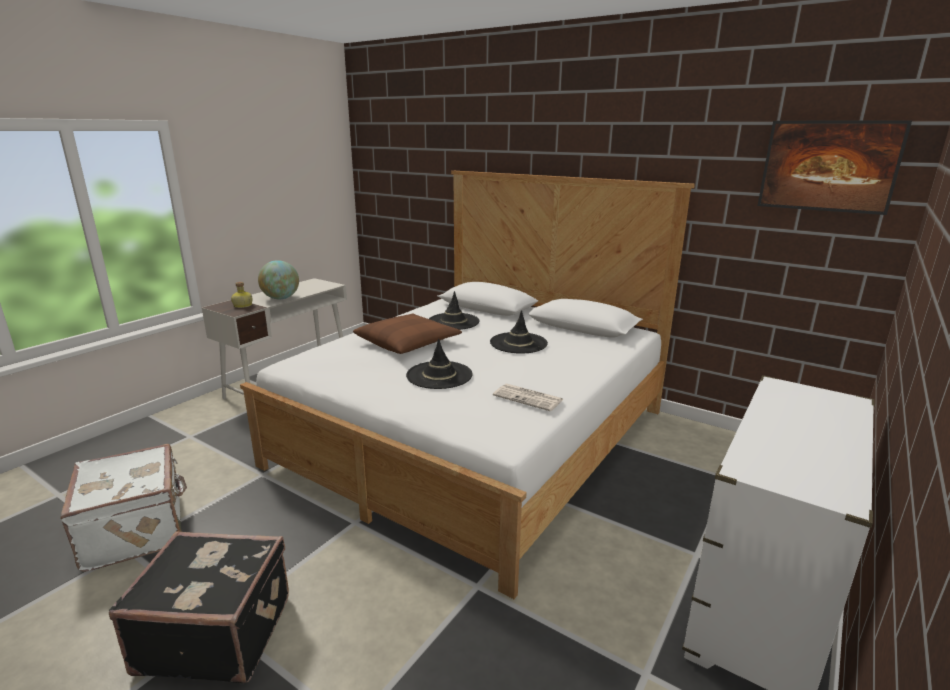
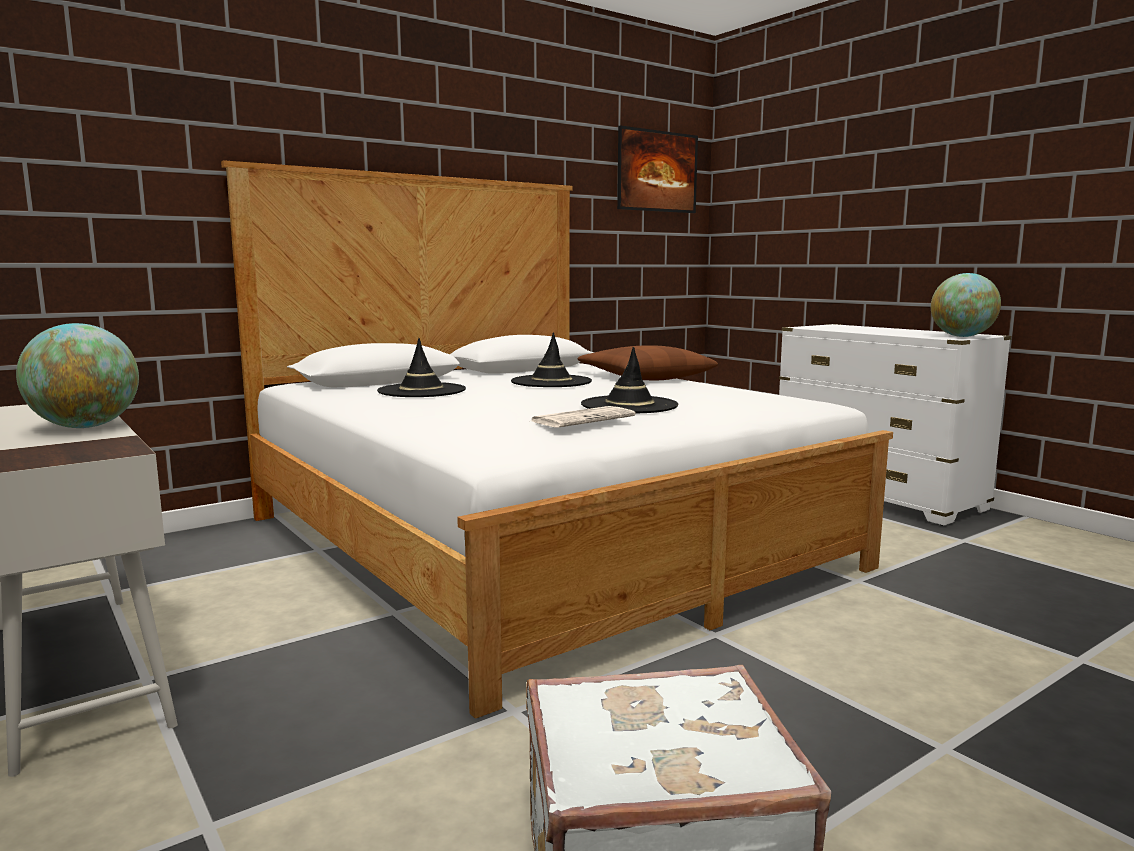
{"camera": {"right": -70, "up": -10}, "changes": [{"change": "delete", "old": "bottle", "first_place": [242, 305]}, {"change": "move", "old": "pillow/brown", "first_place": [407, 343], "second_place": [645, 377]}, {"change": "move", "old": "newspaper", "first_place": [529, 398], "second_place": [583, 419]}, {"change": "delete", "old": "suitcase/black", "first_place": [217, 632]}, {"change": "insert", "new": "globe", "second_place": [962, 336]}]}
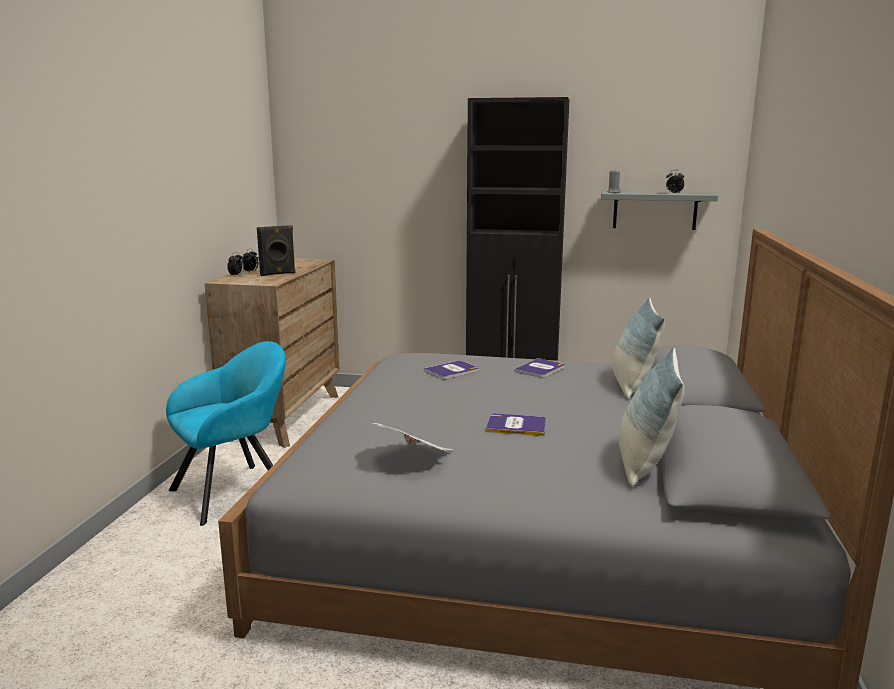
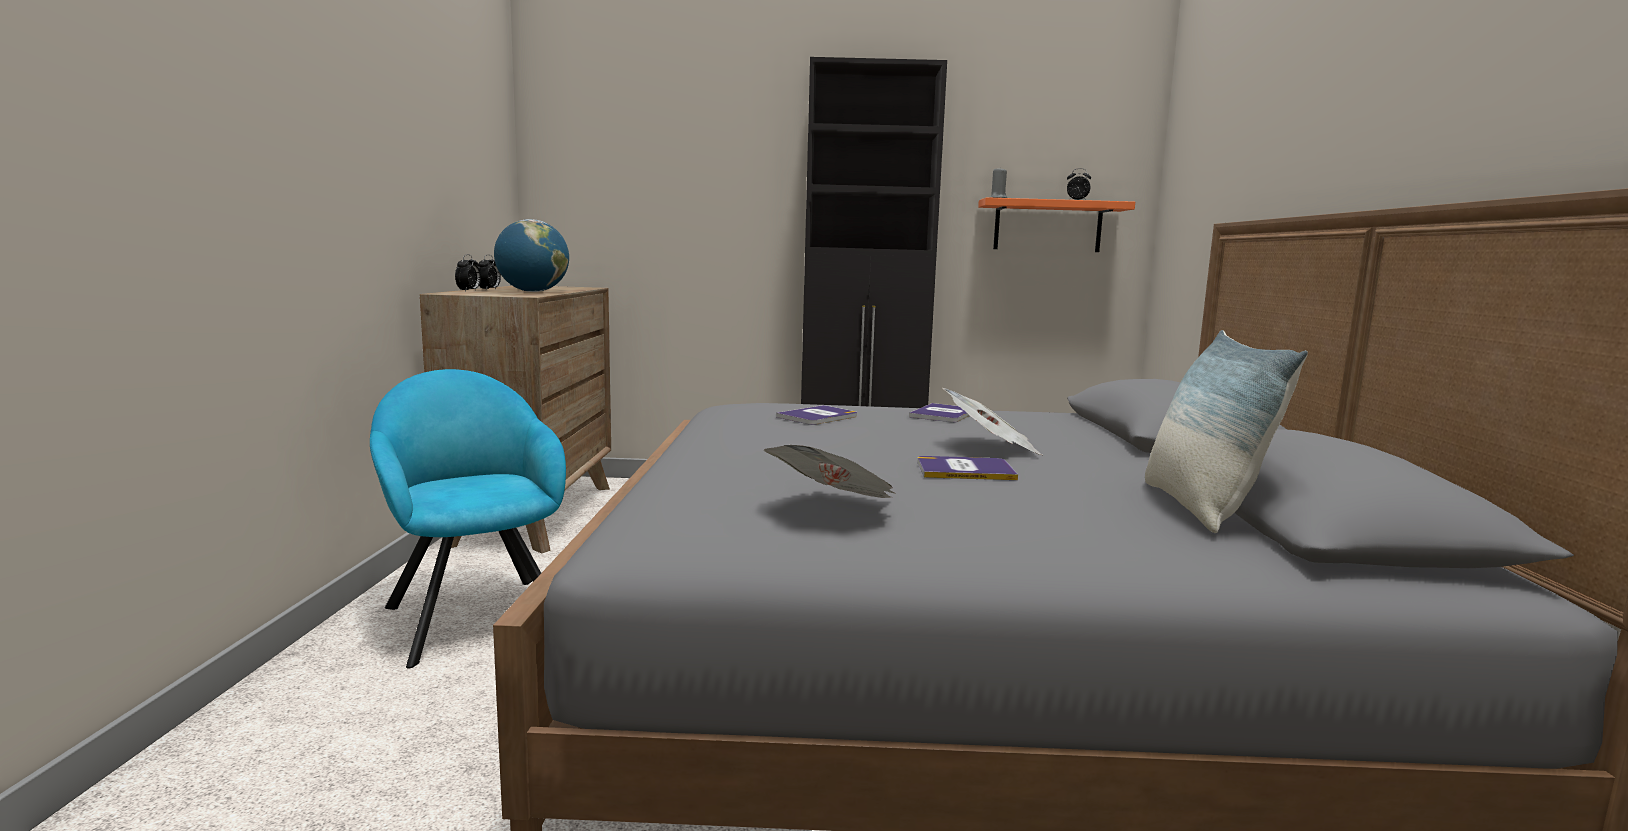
{"camera": {"right": -10, "up": -5}, "changes": [{"change": "recolor", "old": "shelf/grey", "new": "shelf/orange", "first_place": [654, 210], "second_place": [1047, 226]}, {"change": "replace", "old": "speaker/black", "new": "globe", "first_place": [278, 274], "second_place": [533, 292]}, {"change": "delete", "old": "pillow", "first_place": [632, 385]}, {"change": "rotate", "old": "armchair/turquoise", "first_place": [236, 491], "second_place": [474, 614], "degrees": -75}, {"change": "insert", "new": "newspaper", "second_place": [991, 448]}]}
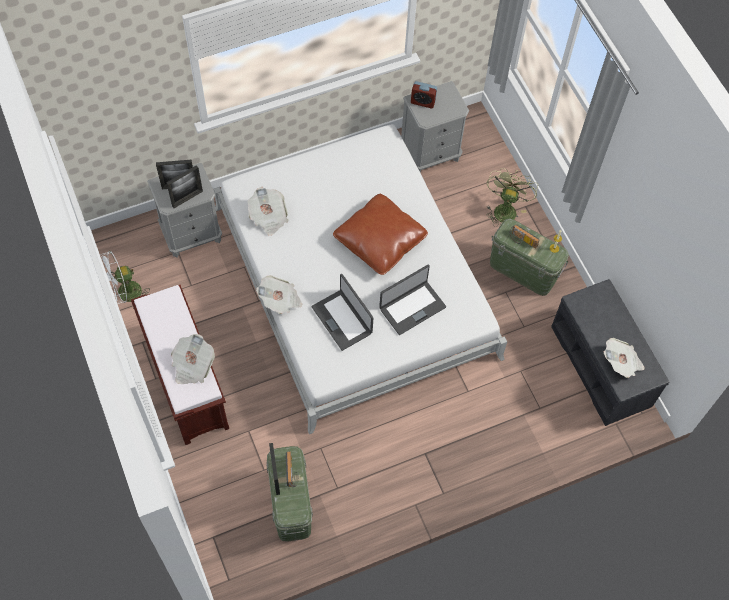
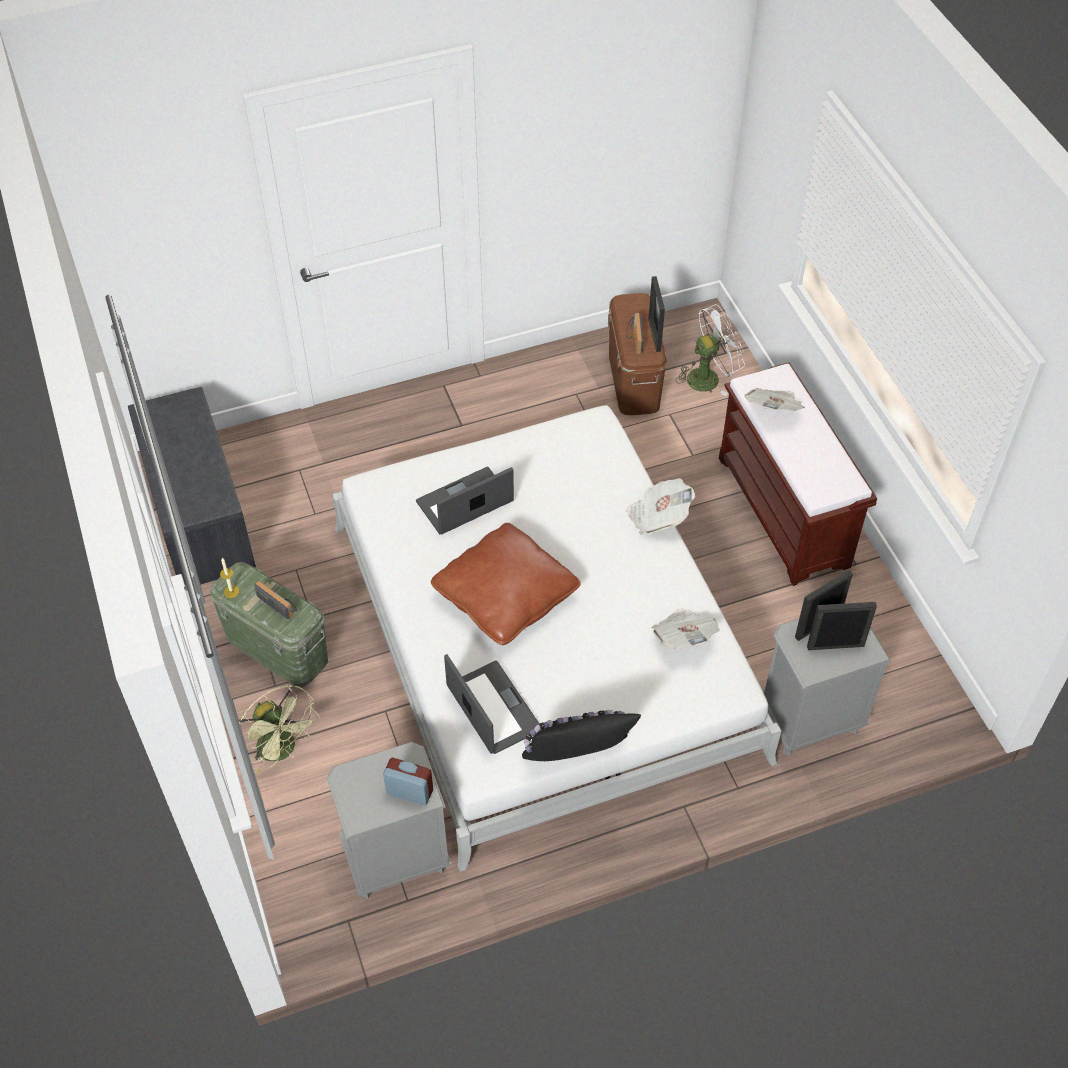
{"camera": {"right": -175, "up": -10}, "changes": [{"change": "rotate", "old": "fan/green", "first_place": [505, 208], "second_place": [282, 750], "degrees": -60}, {"change": "move", "old": "fan/white", "first_place": [124, 294], "second_place": [709, 377]}, {"change": "move", "old": "laptop", "first_place": [342, 319], "second_place": [492, 708]}, {"change": "delete", "old": "newspaper", "first_place": [621, 363]}, {"change": "recolor", "old": "storage box/green", "new": "storage box/brown", "first_place": [290, 504], "second_place": [634, 380]}, {"change": "insert", "new": "pillow/black", "second_place": [578, 762]}]}
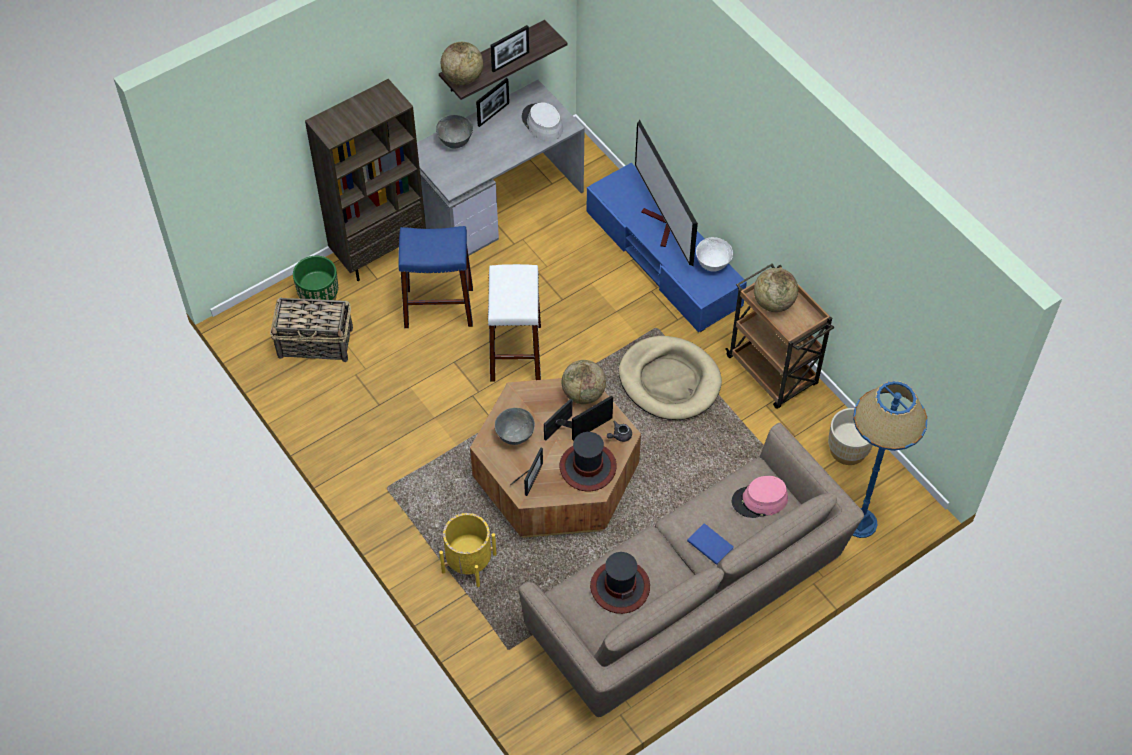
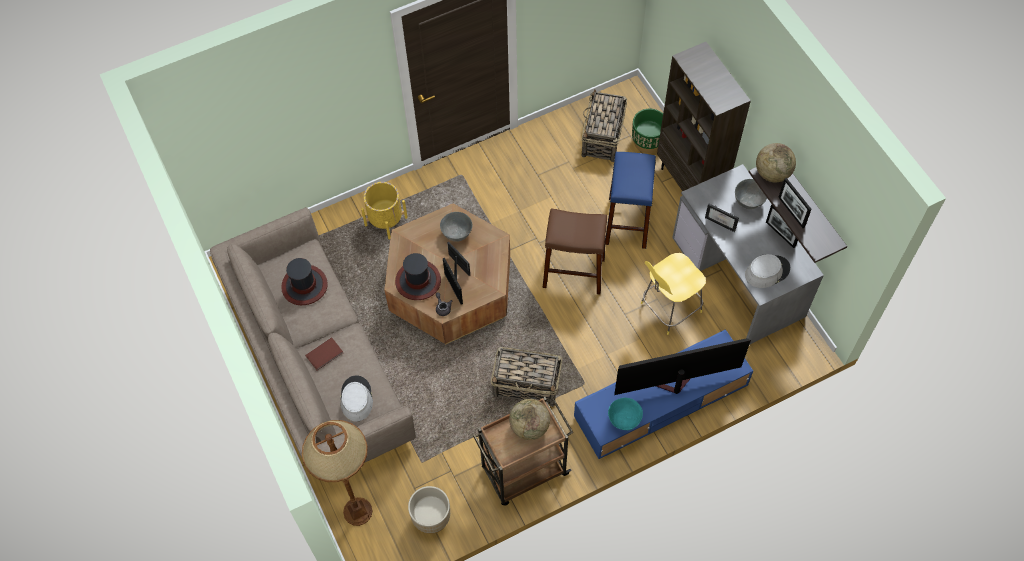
{"camera": {"right": 100, "up": 5}, "changes": [{"change": "recolor", "old": "bowl/white", "new": "bowl/turquoise", "first_place": [712, 264], "second_place": [624, 420]}, {"change": "recolor", "old": "stool/white", "new": "stool/brown", "first_place": [515, 353], "second_place": [573, 272]}, {"change": "replace", "old": "dog bed/beige", "new": "basket", "first_place": [669, 381], "second_place": [527, 385]}, {"change": "delete", "old": "globe", "first_place": [583, 394]}, {"change": "recolor", "old": "floor lamp/blue", "new": "floor lamp/brown", "first_place": [860, 523], "second_place": [358, 511]}, {"change": "move", "old": "picture frame", "first_place": [530, 477], "second_place": [722, 222]}, {"change": "recolor", "old": "hat/pink", "new": "hat/grey", "first_place": [759, 500], "second_place": [356, 399]}, {"change": "recolor", "old": "book/blue", "new": "book/brown", "first_place": [710, 544], "second_place": [325, 355]}, {"change": "insert", "new": "stool/yellow", "second_place": [669, 308]}]}
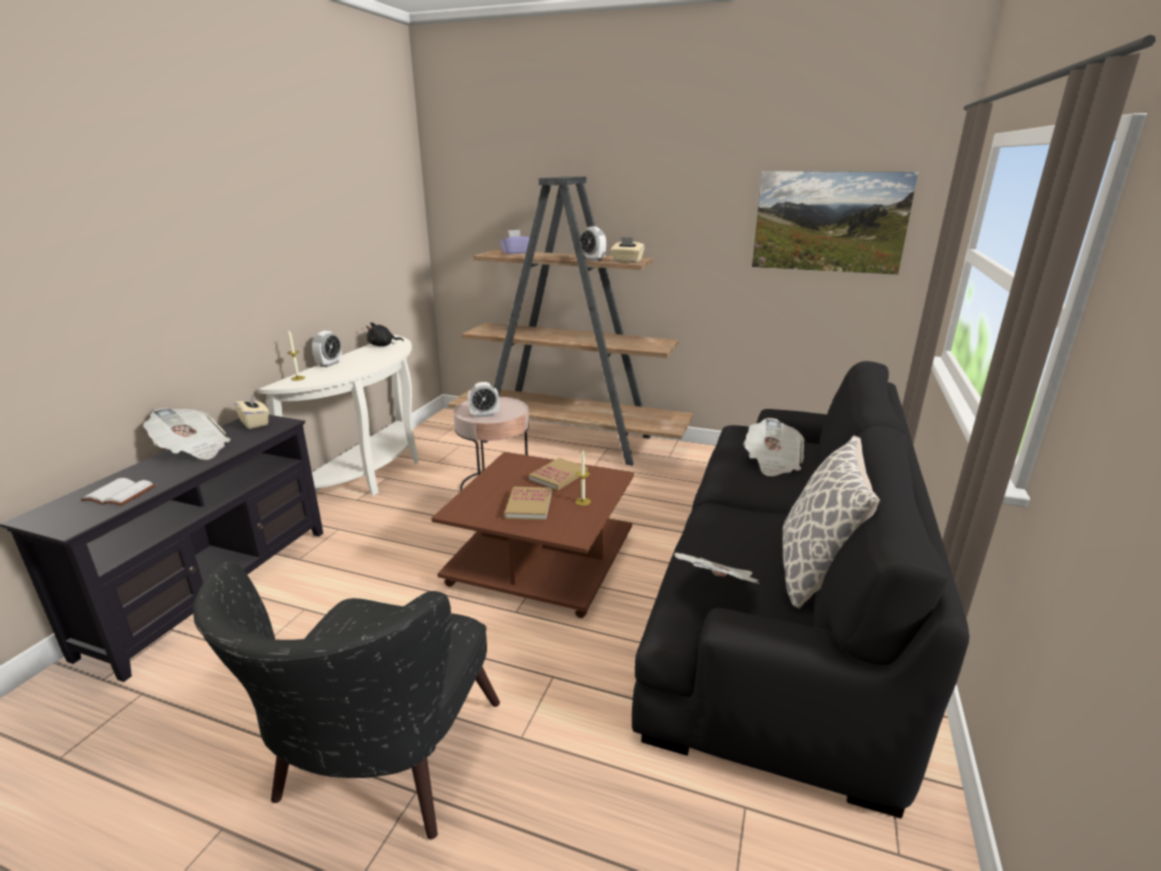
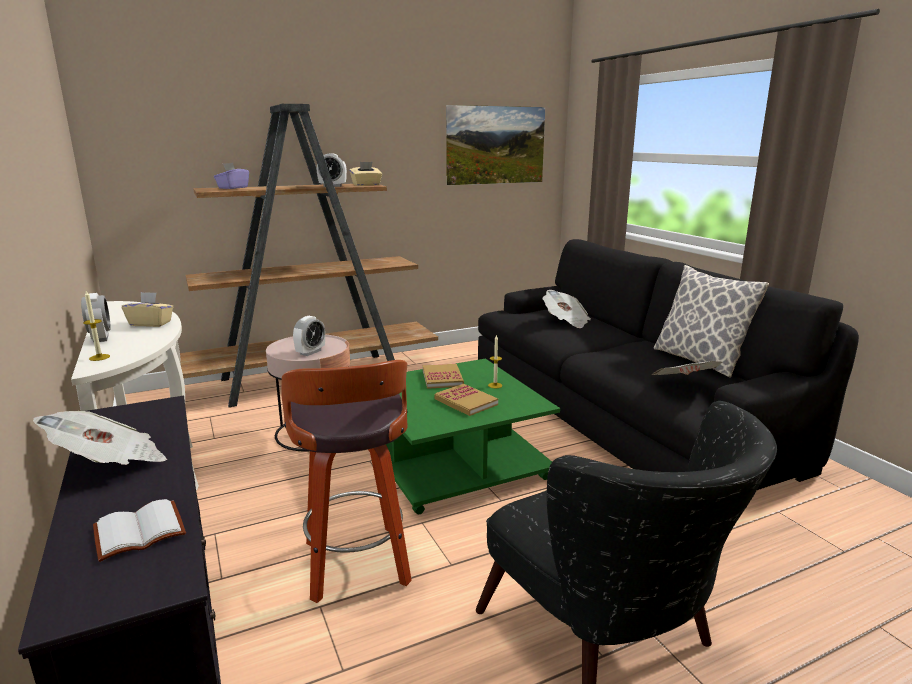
{"camera": {"right": -45, "up": -5}, "changes": [{"change": "delete", "old": "plush toy/black", "first_place": [383, 345]}, {"change": "move", "old": "tissue box/beige", "first_place": [255, 422], "second_place": [151, 323]}, {"change": "recolor", "old": "coffee table/brown", "new": "coffee table/green", "first_place": [542, 561], "second_place": [456, 462]}, {"change": "insert", "new": "stool", "second_place": [357, 565]}]}
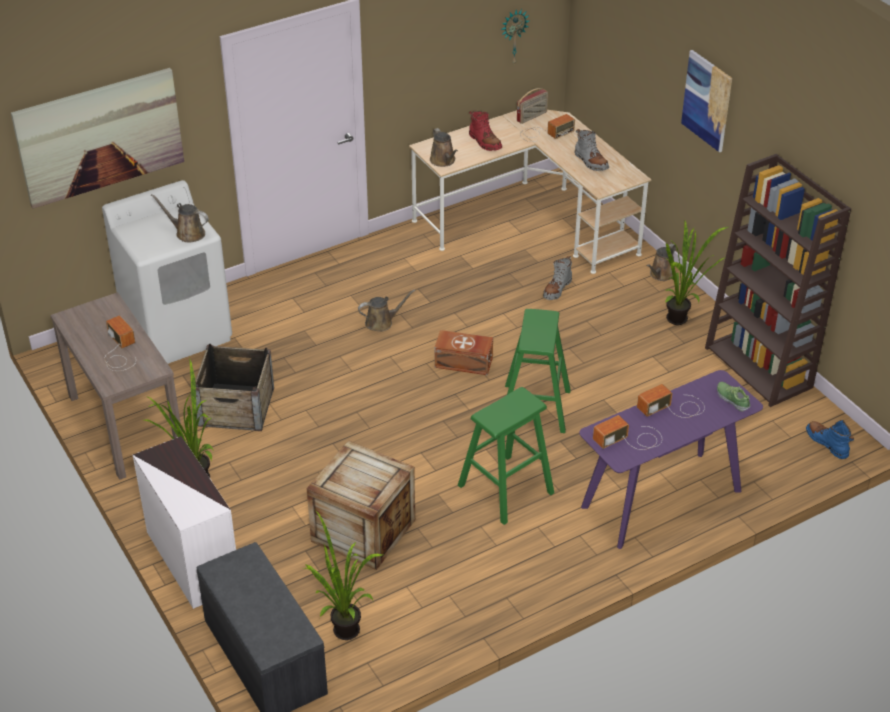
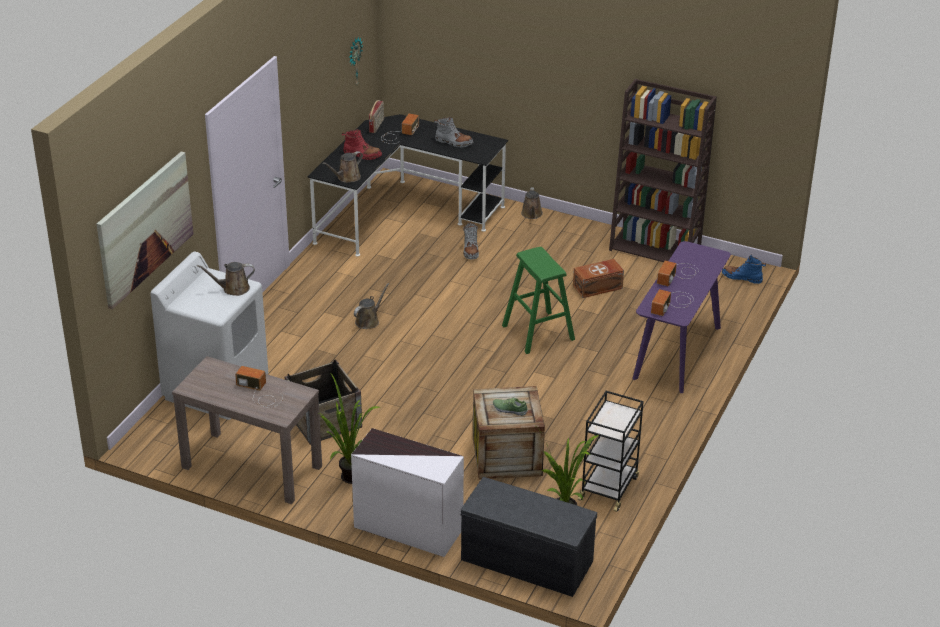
{"camera": {"right": -35, "up": -5}, "changes": [{"change": "delete", "old": "picture", "first_place": [707, 100]}, {"change": "recolor", "old": "desk/beige", "new": "desk/black", "first_place": [530, 222], "second_place": [403, 213]}, {"change": "rotate", "old": "watering can/brown", "first_place": [443, 161], "second_place": [347, 178], "degrees": 105}, {"change": "delete", "old": "potted plant", "first_place": [681, 321]}, {"change": "move", "old": "storage box/brown", "first_place": [464, 363], "second_place": [598, 287]}, {"change": "move", "old": "shoe", "first_place": [732, 399], "second_place": [510, 409]}, {"change": "delete", "old": "stool/green", "first_place": [506, 489]}, {"change": "insert", "new": "cart/black", "second_place": [608, 487]}]}
